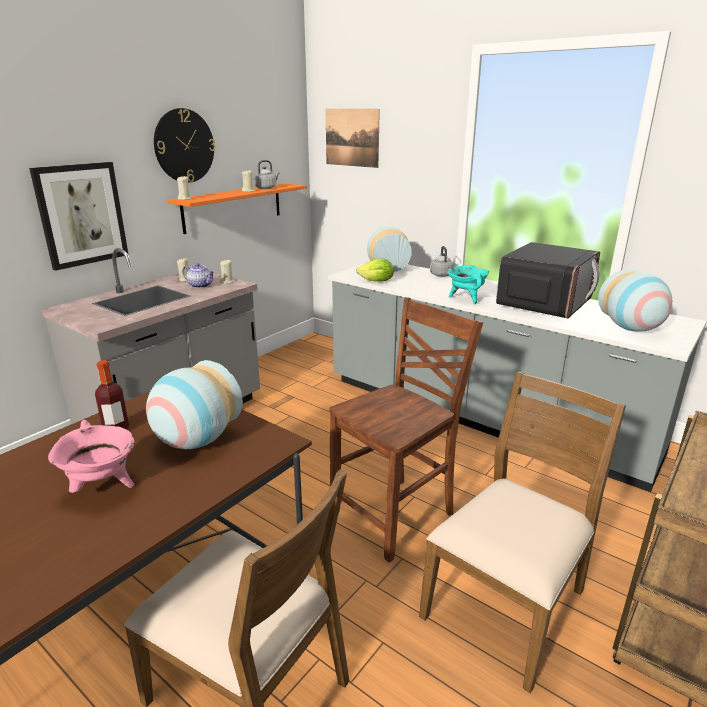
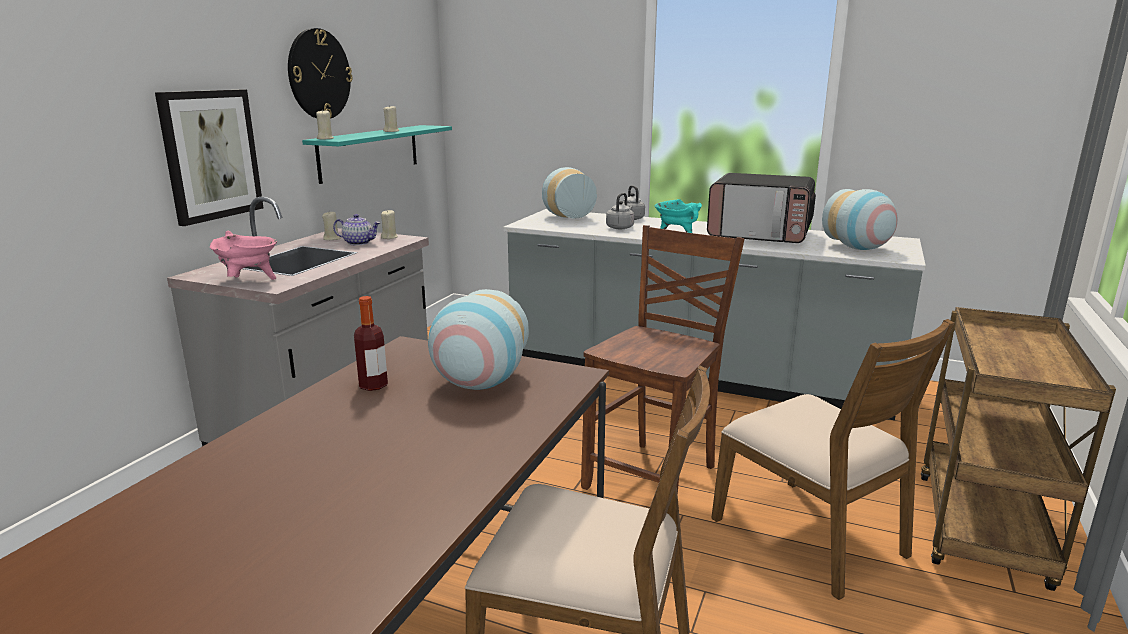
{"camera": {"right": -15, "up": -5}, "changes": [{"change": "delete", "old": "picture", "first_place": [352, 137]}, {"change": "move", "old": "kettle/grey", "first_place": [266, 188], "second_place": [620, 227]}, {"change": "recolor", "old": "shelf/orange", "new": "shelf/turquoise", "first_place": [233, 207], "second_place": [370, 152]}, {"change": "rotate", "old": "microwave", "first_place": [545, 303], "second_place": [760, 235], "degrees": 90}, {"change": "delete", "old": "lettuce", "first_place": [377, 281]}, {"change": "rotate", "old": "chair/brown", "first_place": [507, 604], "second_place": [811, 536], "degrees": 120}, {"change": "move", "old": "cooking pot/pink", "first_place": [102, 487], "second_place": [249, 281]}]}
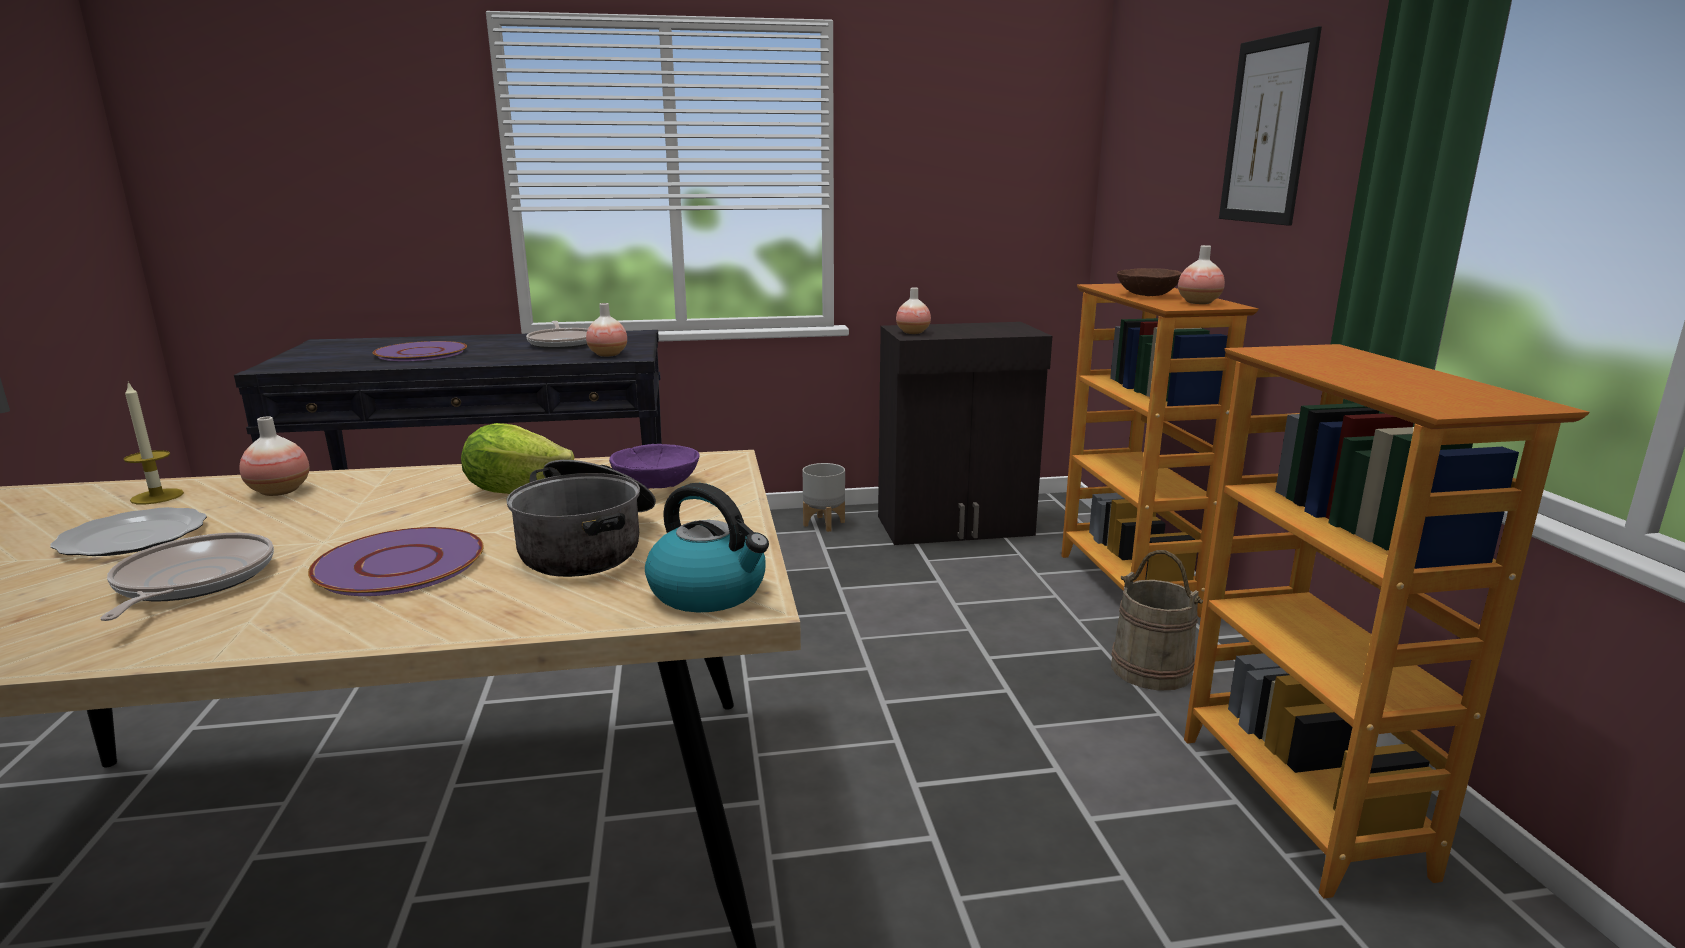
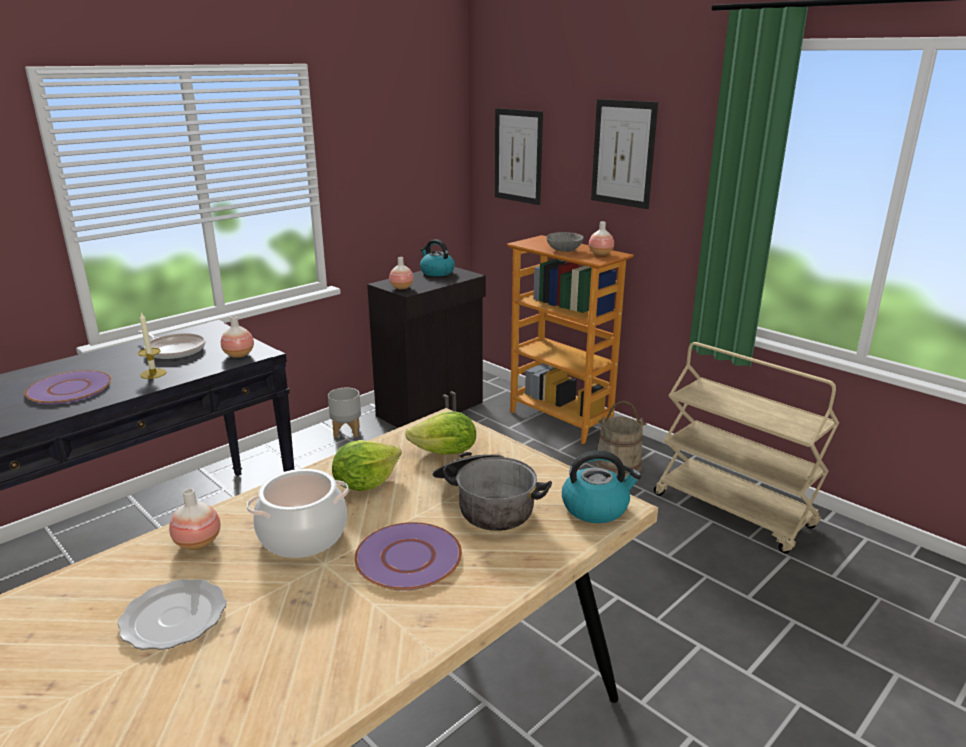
{"camera": {"right": -35, "up": 5}, "changes": [{"change": "recolor", "old": "bowl/brown", "new": "bowl/grey", "first_place": [1147, 295], "second_place": [564, 250]}, {"change": "replace", "old": "bookcase", "new": "cart/beige", "first_place": [1302, 803], "second_place": [734, 511]}, {"change": "move", "old": "candle", "first_place": [157, 496], "second_place": [153, 373]}, {"change": "replace", "old": "bowl/purple", "new": "lettuce", "first_place": [656, 487], "second_place": [445, 453]}, {"change": "delete", "old": "frying pan", "first_place": [191, 582]}, {"change": "insert", "new": "picture", "second_place": [518, 156]}, {"change": "insert", "new": "kettle", "second_place": [436, 272]}, {"change": "insert", "new": "cooking pot", "second_place": [303, 535]}]}
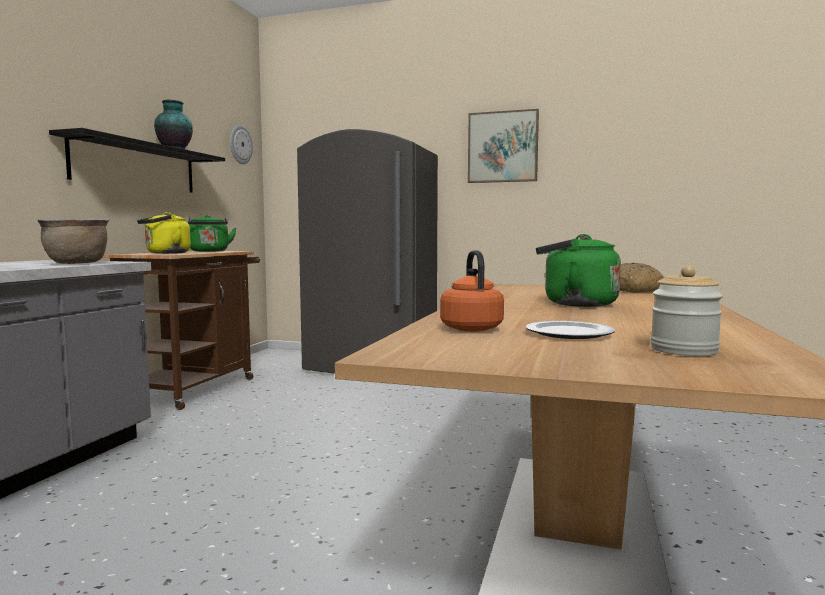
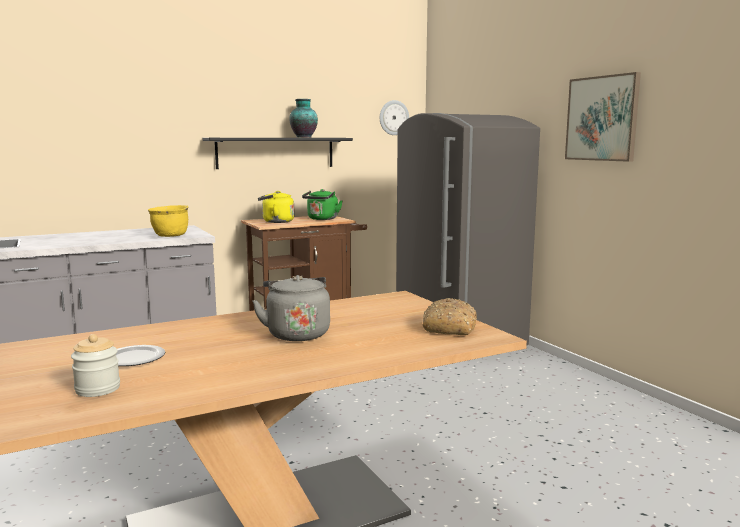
{"camera": {"right": 45, "up": 5}, "changes": [{"change": "recolor", "old": "cooking pot/brown", "new": "cooking pot/yellow", "first_place": [77, 263], "second_place": [170, 236]}, {"change": "recolor", "old": "kettle/green", "new": "kettle/grey", "first_place": [575, 304], "second_place": [297, 333]}, {"change": "delete", "old": "kettle/orange", "first_place": [470, 328]}]}
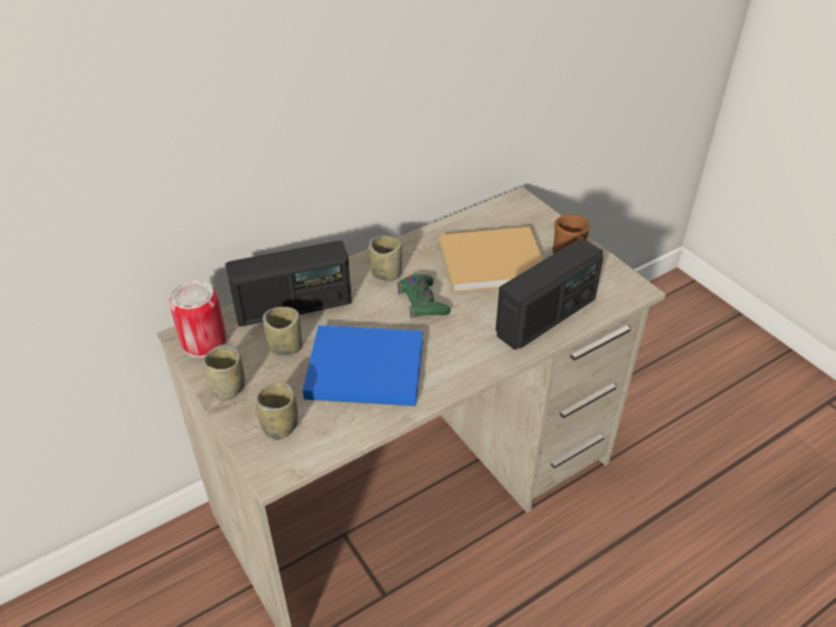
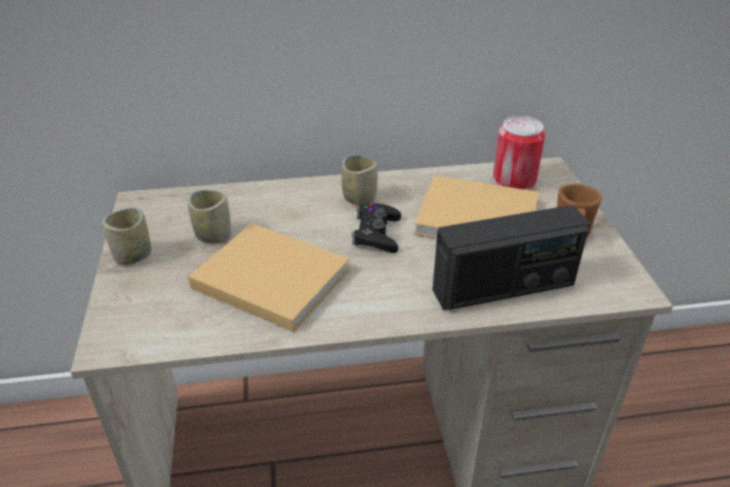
{"camera": {"right": 25, "up": -5}, "changes": [{"change": "delete", "old": "radio", "first_place": [293, 307]}, {"change": "recolor", "old": "game controller/green", "new": "game controller/black", "first_place": [422, 302], "second_place": [376, 234]}, {"change": "move", "old": "can", "first_place": [204, 342], "second_place": [514, 180]}, {"change": "recolor", "old": "book/blue", "new": "book/beige", "first_place": [361, 368], "second_place": [267, 277]}, {"change": "delete", "old": "cup", "first_place": [280, 426]}]}
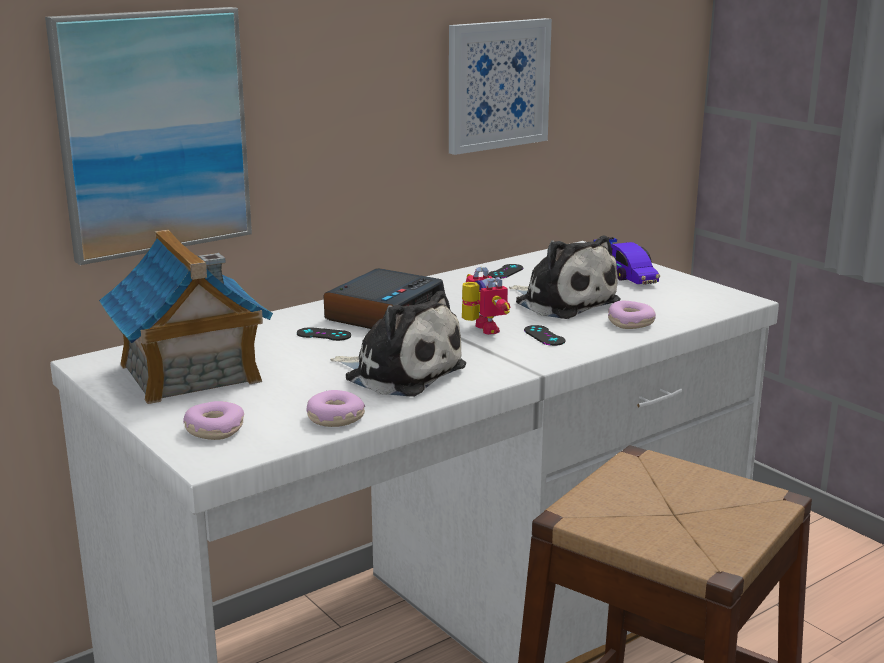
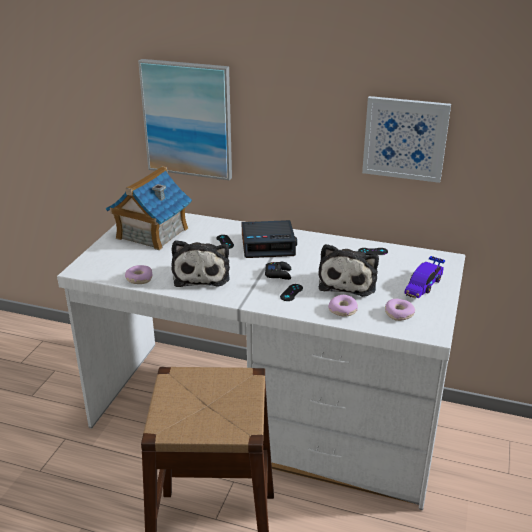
{"camera": {"right": 55, "up": 10}, "changes": [{"change": "replace", "old": "toy robot", "new": "game controller/black", "first_place": [480, 329], "second_place": [278, 274]}, {"change": "move", "old": "donut", "first_place": [214, 430], "second_place": [399, 314]}]}
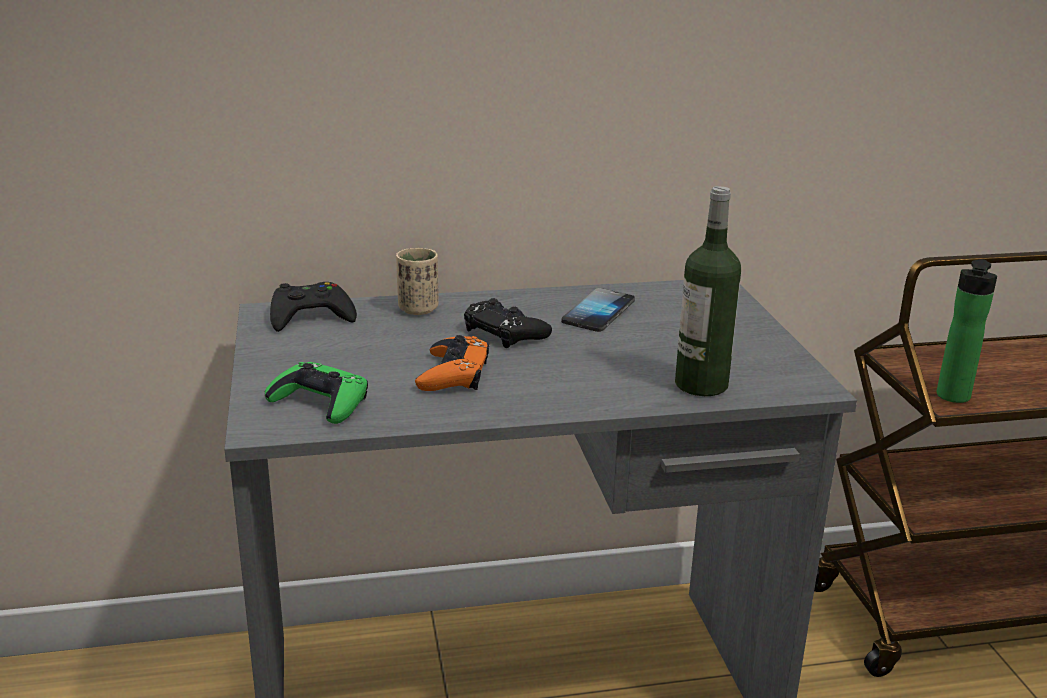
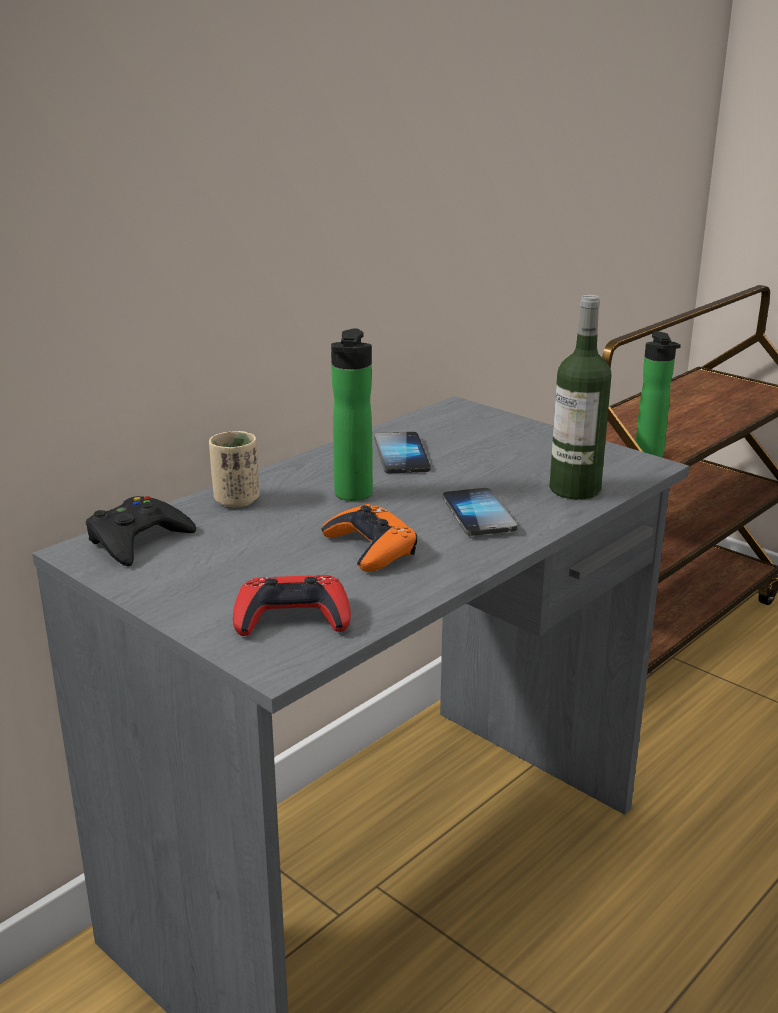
{"camera": {"right": -35, "up": 0}, "changes": [{"change": "replace", "old": "game controller/black", "new": "bottle", "first_place": [505, 332], "second_place": [352, 496]}, {"change": "recolor", "old": "game controller/green", "new": "game controller/red", "first_place": [320, 402], "second_place": [292, 618]}, {"change": "insert", "new": "phone", "second_place": [478, 514]}]}
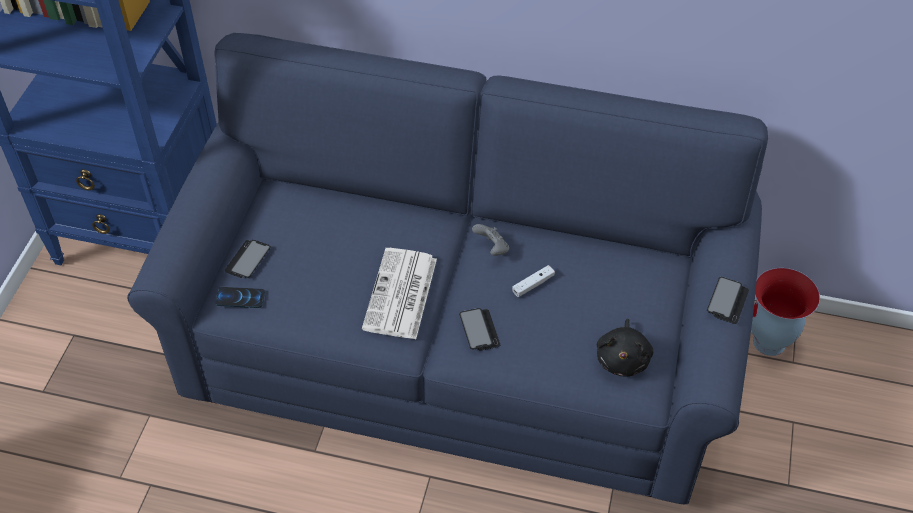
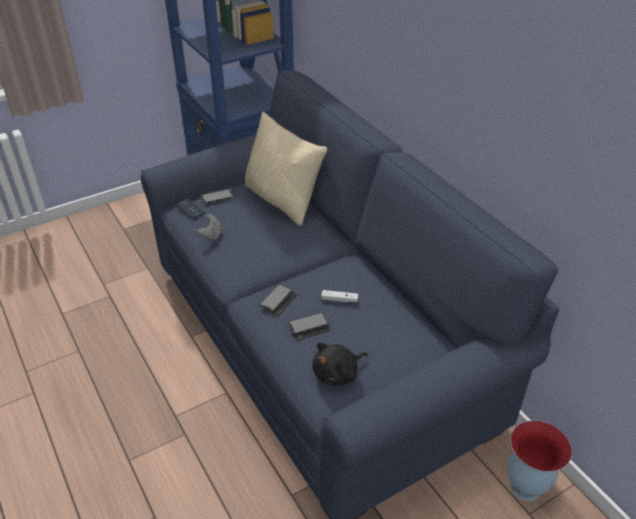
{"camera": {"right": 45, "up": -10}, "changes": [{"change": "move", "old": "game controller/grey", "first_place": [492, 248], "second_place": [211, 236]}, {"change": "delete", "old": "newspaper", "first_place": [401, 295]}, {"change": "move", "old": "phone", "first_place": [727, 301], "second_place": [309, 327]}, {"change": "insert", "new": "pillow/beige", "second_place": [283, 200]}]}
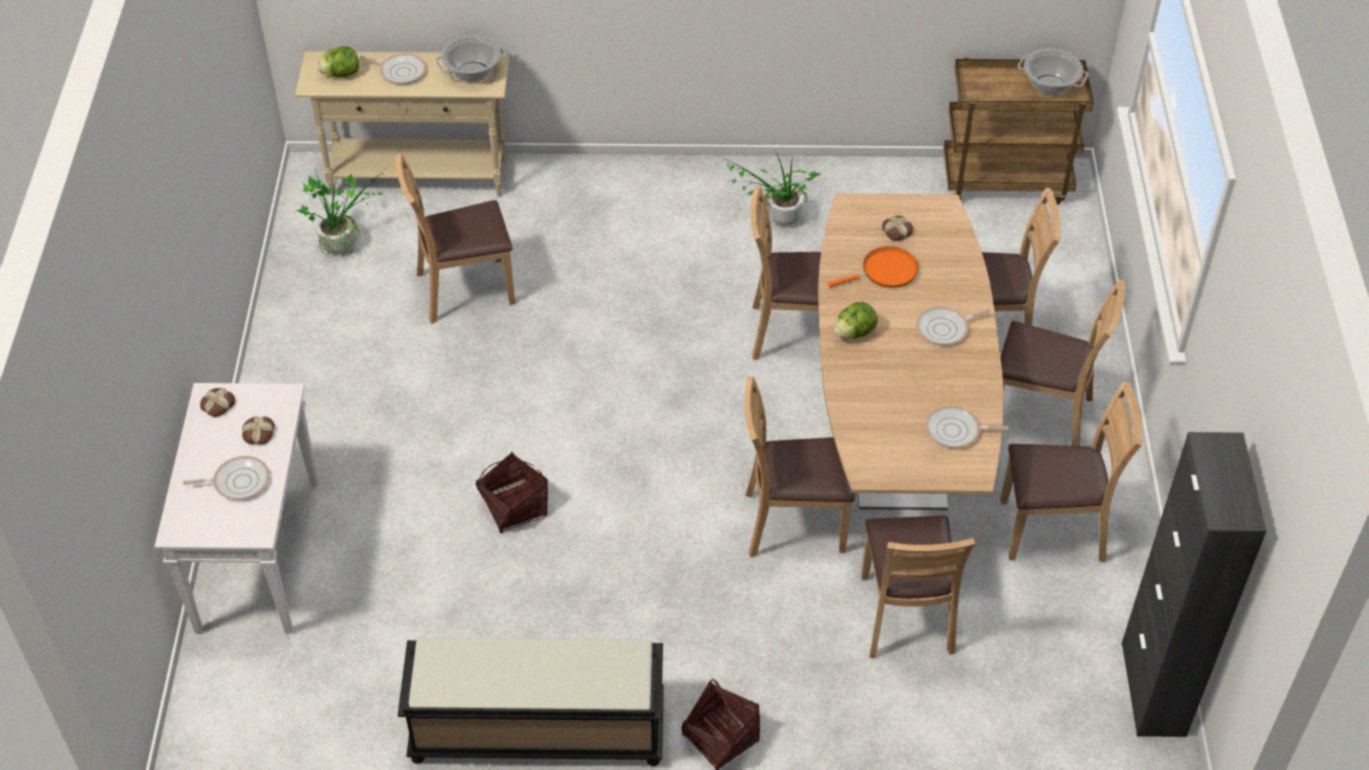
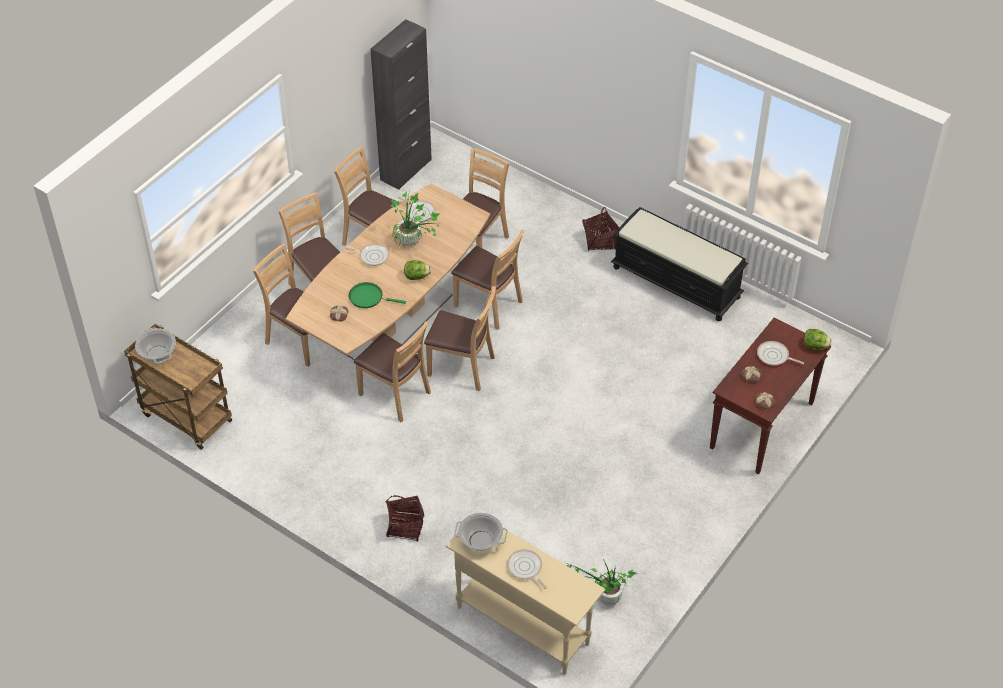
{"camera": {"right": -145, "up": 0}, "changes": [{"change": "move", "old": "lettuce", "first_place": [341, 74], "second_place": [815, 346]}, {"change": "move", "old": "potted plant", "first_place": [777, 220], "second_place": [413, 243]}, {"change": "move", "old": "chair/brown", "first_place": [464, 289], "second_place": [462, 367]}, {"change": "recolor", "old": "frying pan/orange", "new": "frying pan/green", "first_place": [885, 272], "second_place": [368, 297]}, {"change": "recolor", "old": "console table/white", "new": "console table/brown", "first_place": [258, 554], "second_place": [762, 426]}, {"change": "move", "old": "basket", "first_place": [514, 507], "second_place": [405, 527]}]}
